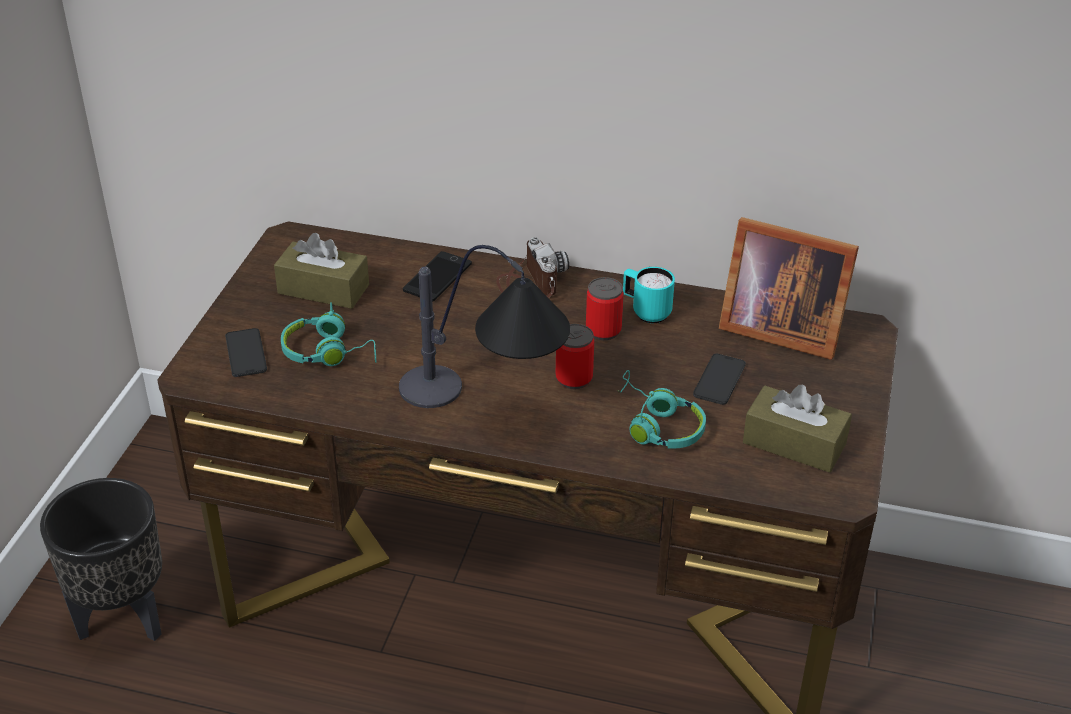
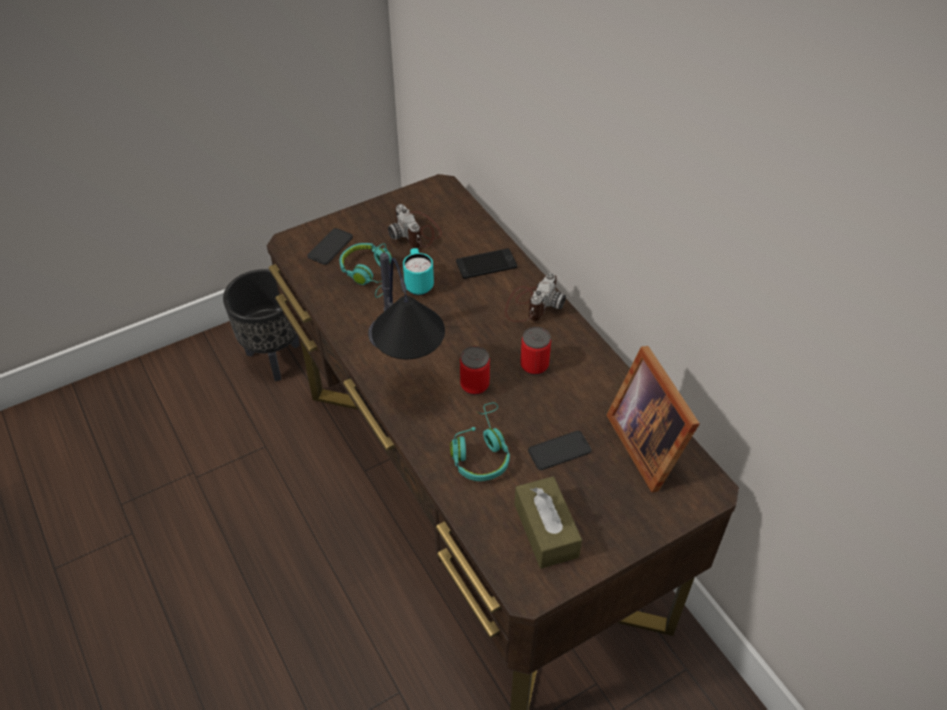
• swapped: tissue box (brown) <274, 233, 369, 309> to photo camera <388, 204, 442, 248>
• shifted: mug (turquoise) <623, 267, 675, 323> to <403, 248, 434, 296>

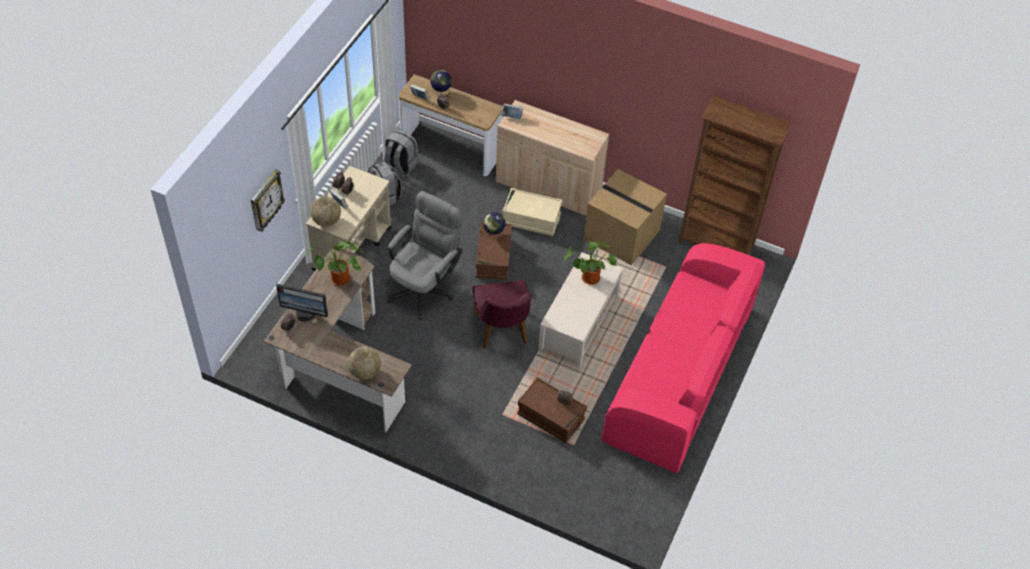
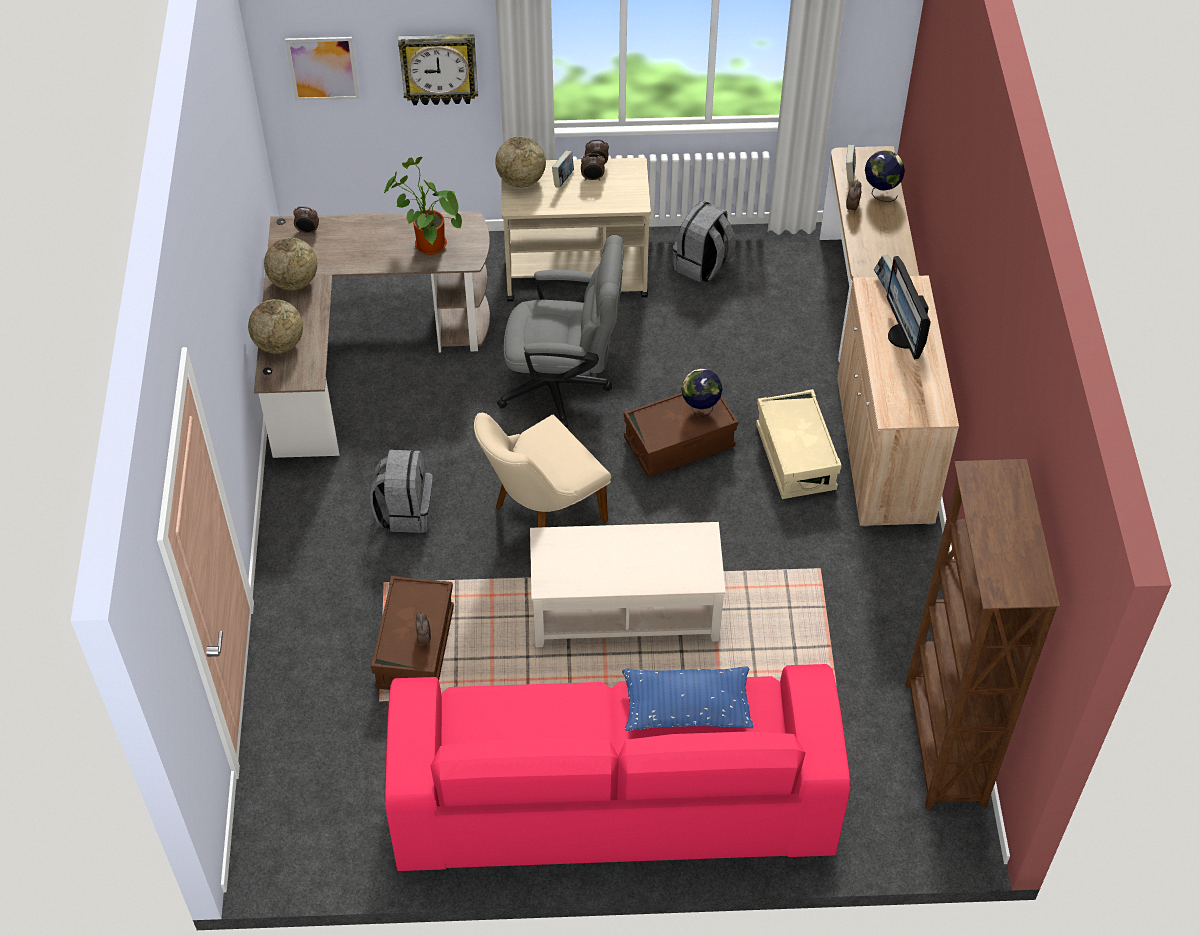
• new: globe <264, 237, 317, 290>
• new: picture <285, 37, 360, 101>
• shifted: backpack (grey) <384, 129, 418, 175> to <371, 450, 433, 533>
• repainted: chair (purple) <472, 280, 532, 349> to chair (beige) <474, 413, 611, 528>
• new: pillow (blue) <622, 666, 754, 731>
• shifted: monitor <276, 284, 328, 322> to <887, 256, 931, 360>
• gone: potted plant <564, 240, 617, 285>
• gone: cardboard box <584, 169, 667, 265>

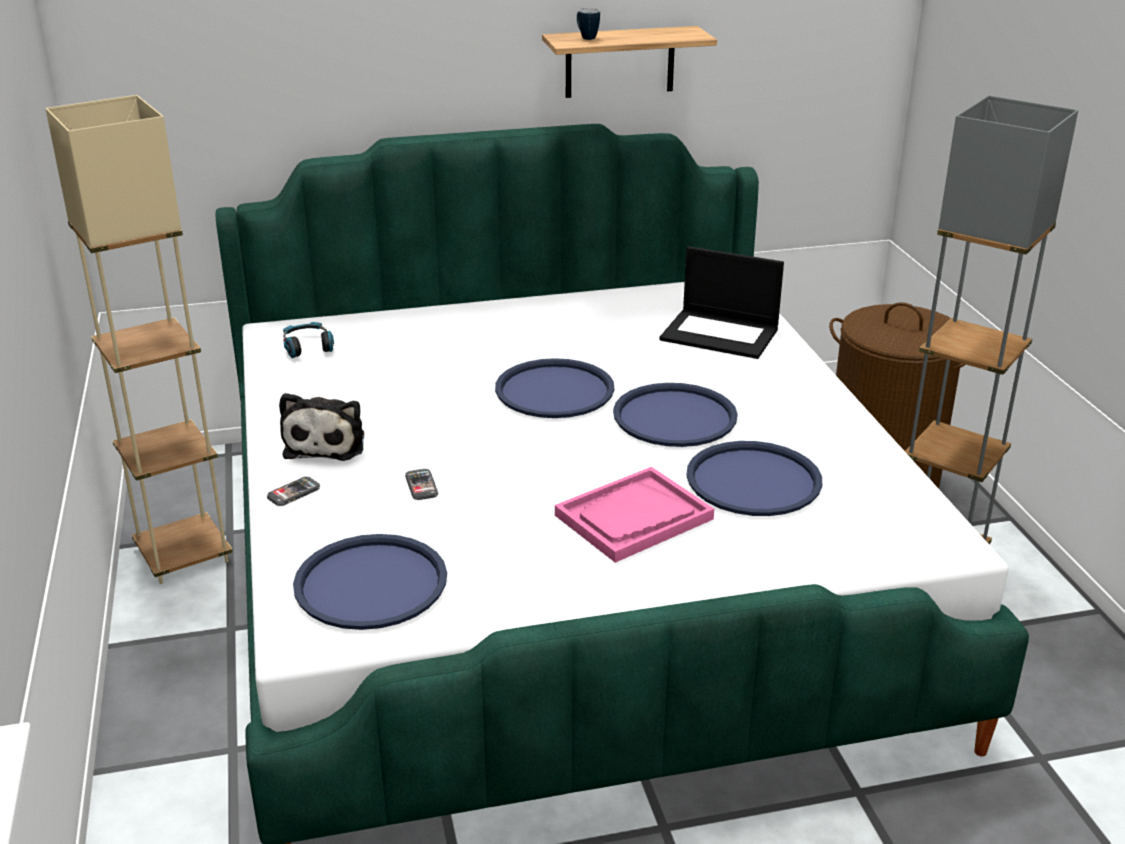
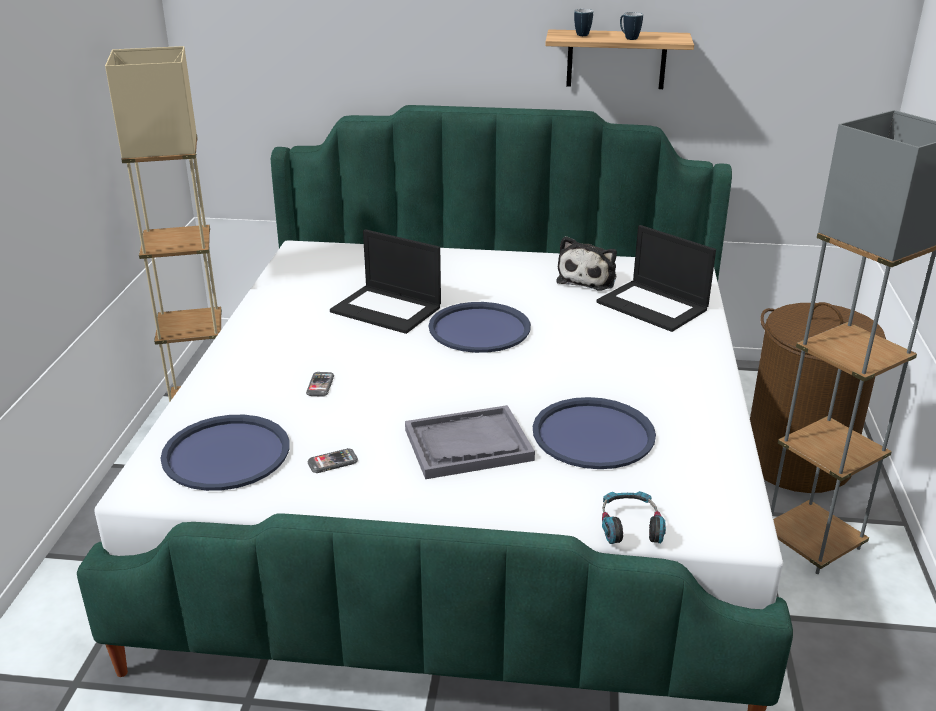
• shifted: phone <267, 477, 320, 506> to <308, 448, 358, 473>
• new: laptop <330, 229, 441, 334>
• repainted: tray (pink) <555, 467, 714, 563> to tray (grey) <405, 405, 535, 479>
• shifted: plush toy <279, 393, 364, 461> to <556, 236, 617, 290>
• shifted: headphones <283, 322, 334, 358> to <602, 491, 666, 544>
• new: mug <620, 12, 643, 40>
• gone: tray (blue) <613, 383, 738, 447>

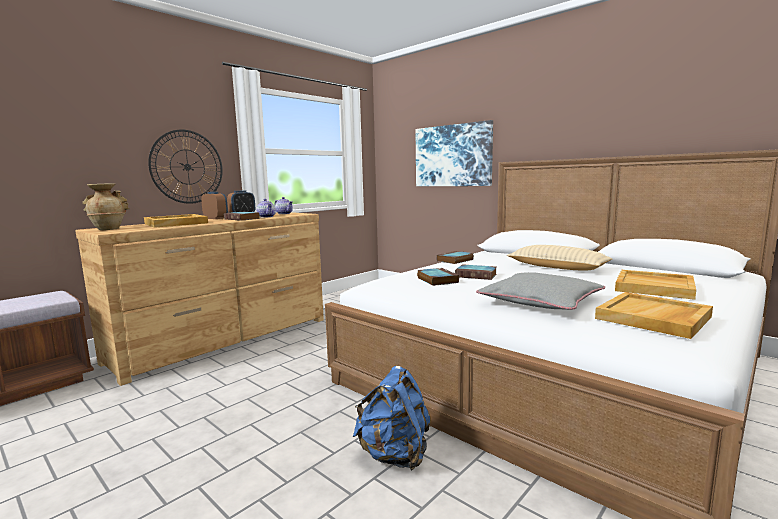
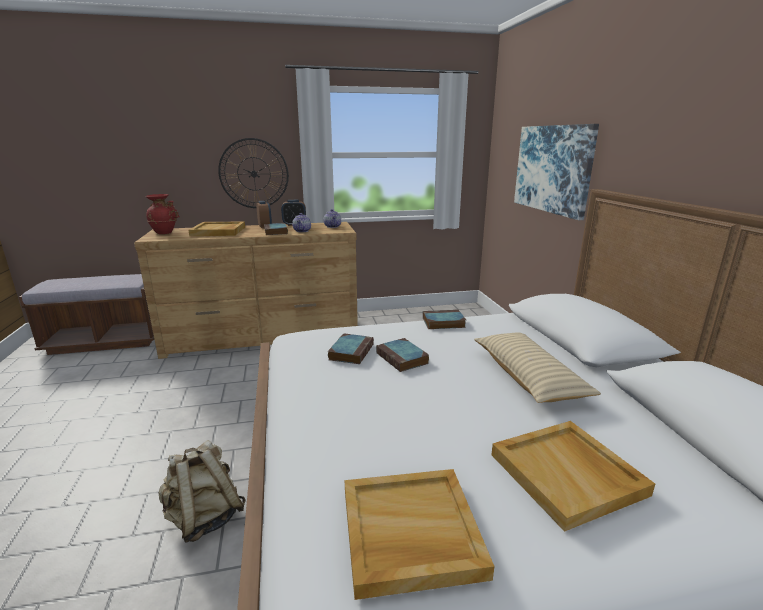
• repainted: vase (beige) <82, 183, 130, 230> to vase (red) <146, 194, 180, 234>
• repainted: backpack (blue) <353, 366, 431, 471> to backpack (beige) <159, 440, 246, 542>
• gone: pillow (grey) <476, 272, 605, 310>

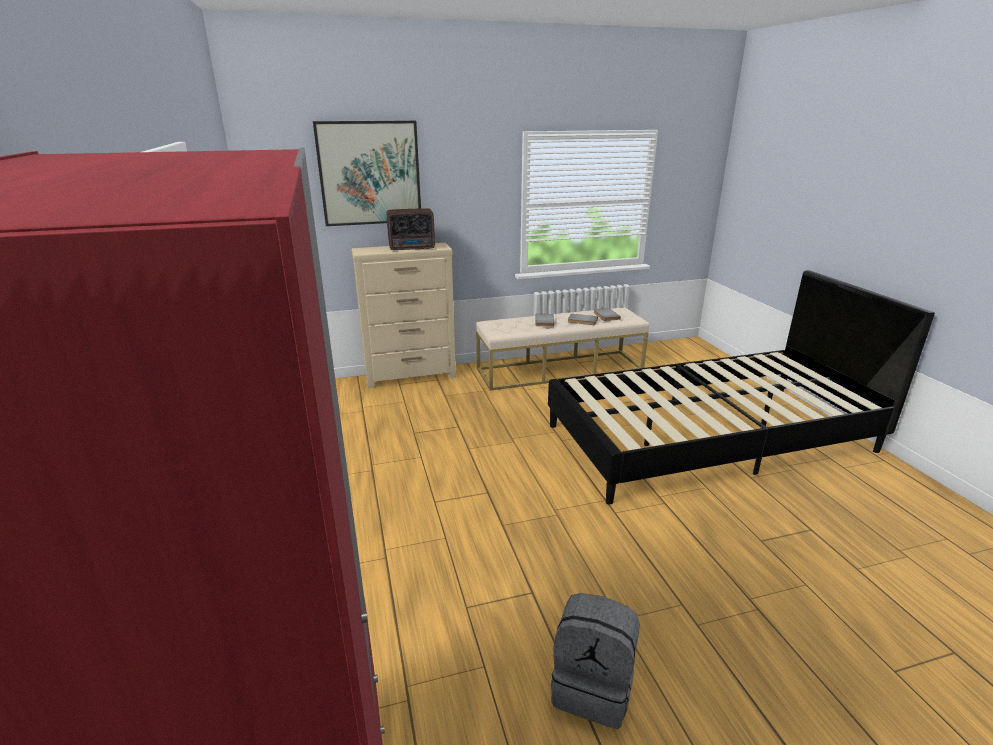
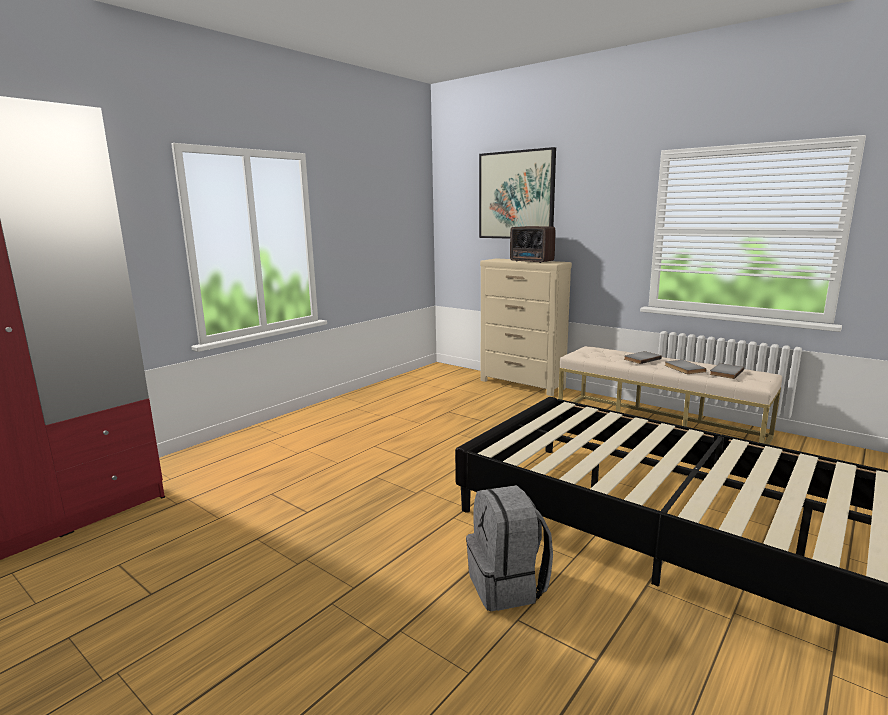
• shifted: backpack (grey) <551, 593, 640, 729> to <466, 485, 553, 611>

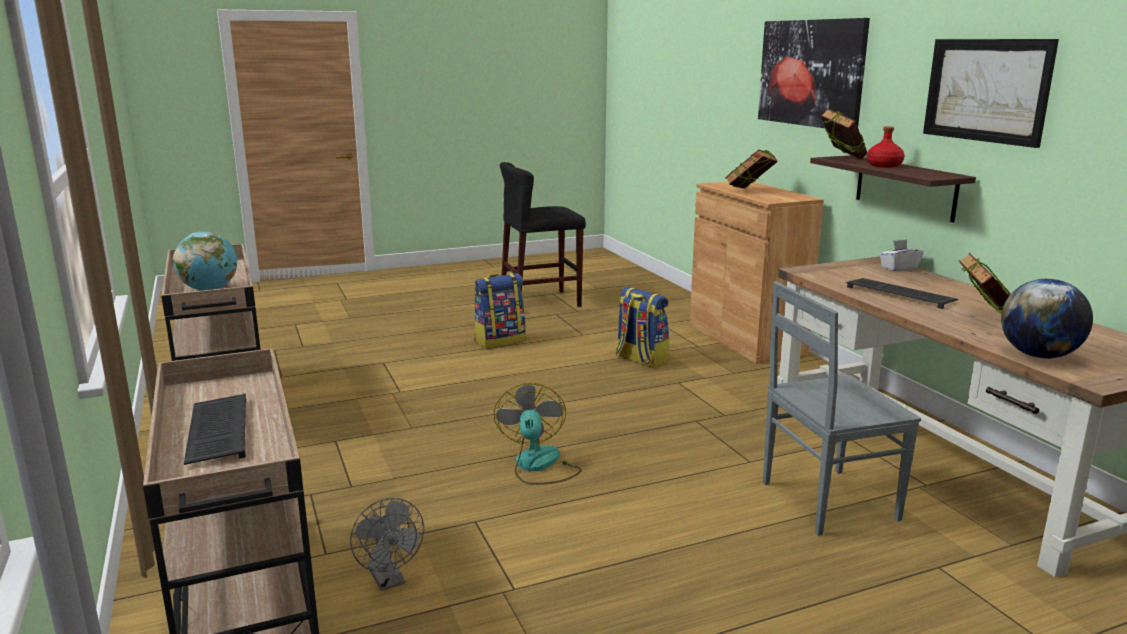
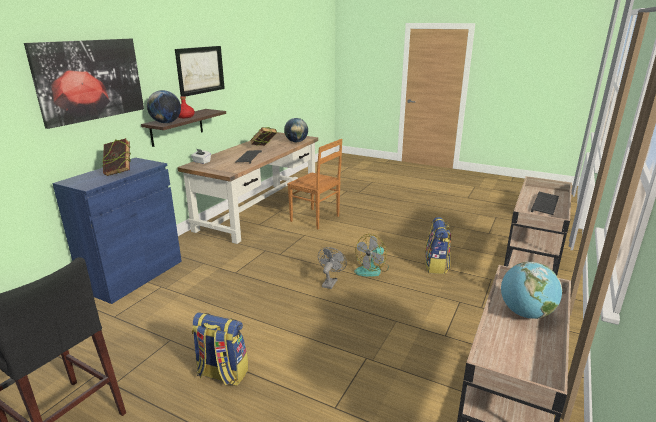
• repainted: cabinet (brown) <690, 181, 824, 364> to cabinet (blue) <52, 158, 182, 304>
• swapped: book <820, 108, 867, 160> to globe <147, 90, 181, 123>
• repainted: chair (grey) <763, 281, 921, 536> to chair (brown) <287, 139, 342, 229>
• shifted: fan (grey) <350, 498, 424, 591> to <318, 247, 347, 289>
• shifted: backpack <616, 286, 669, 368> to <425, 217, 451, 274>

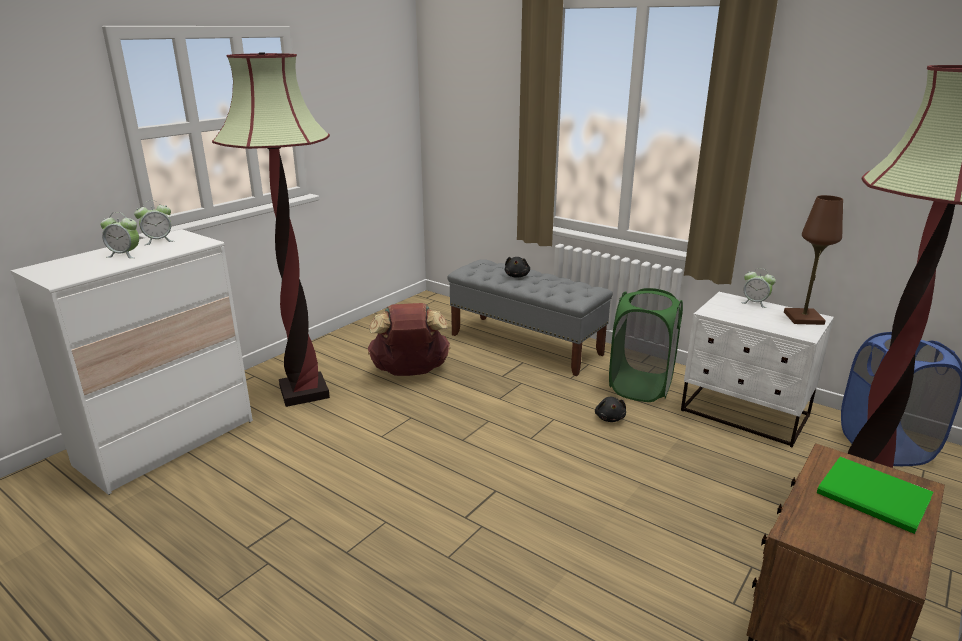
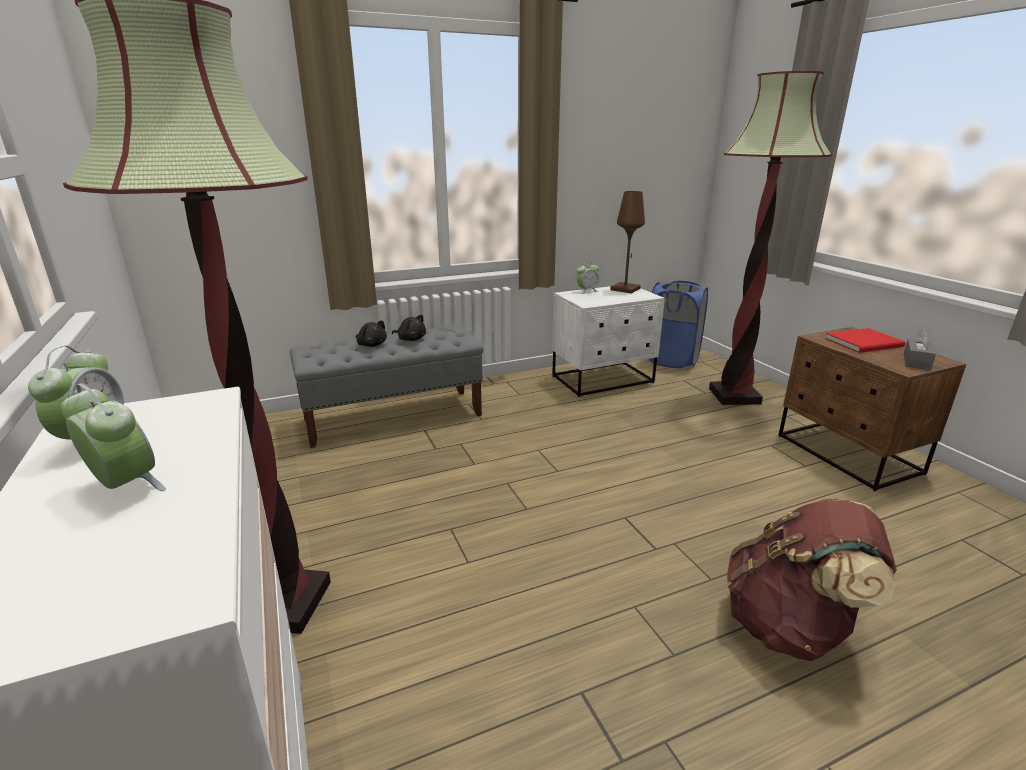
• rotated: alarm clock <100, 212, 139, 258> = <61, 383, 166, 491> 90 degrees counterclockwise
• shifted: plush toy (black) <595, 397, 626, 422> to <392, 315, 426, 341>
• shifted: backpack (brown) <368, 303, 450, 376> to <727, 499, 897, 661>
• repainted: book (green) <817, 457, 933, 534> to book (red) <825, 328, 905, 353>
• new: tissue box (grey) <904, 330, 936, 370>
• gone: laundry basket (green) <609, 288, 683, 402>

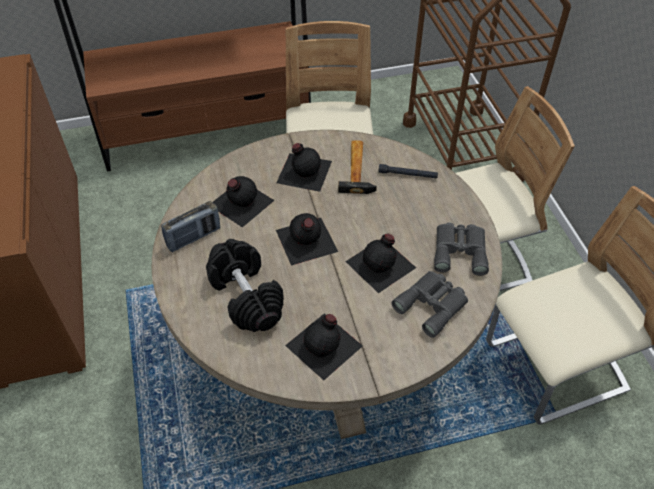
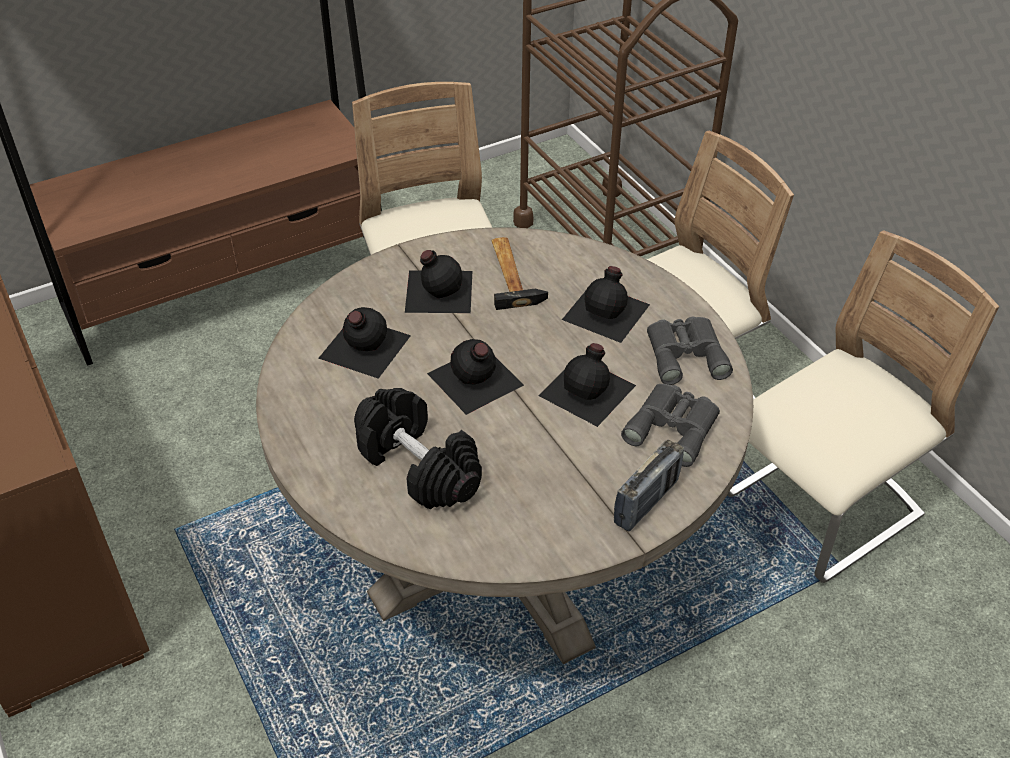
• shifted: bottle (black) <285, 313, 363, 380> to <562, 266, 650, 343>
• shifted: radio <161, 201, 220, 252> to <614, 440, 684, 531>
• gone: flashlight (black) <378, 164, 438, 178>

